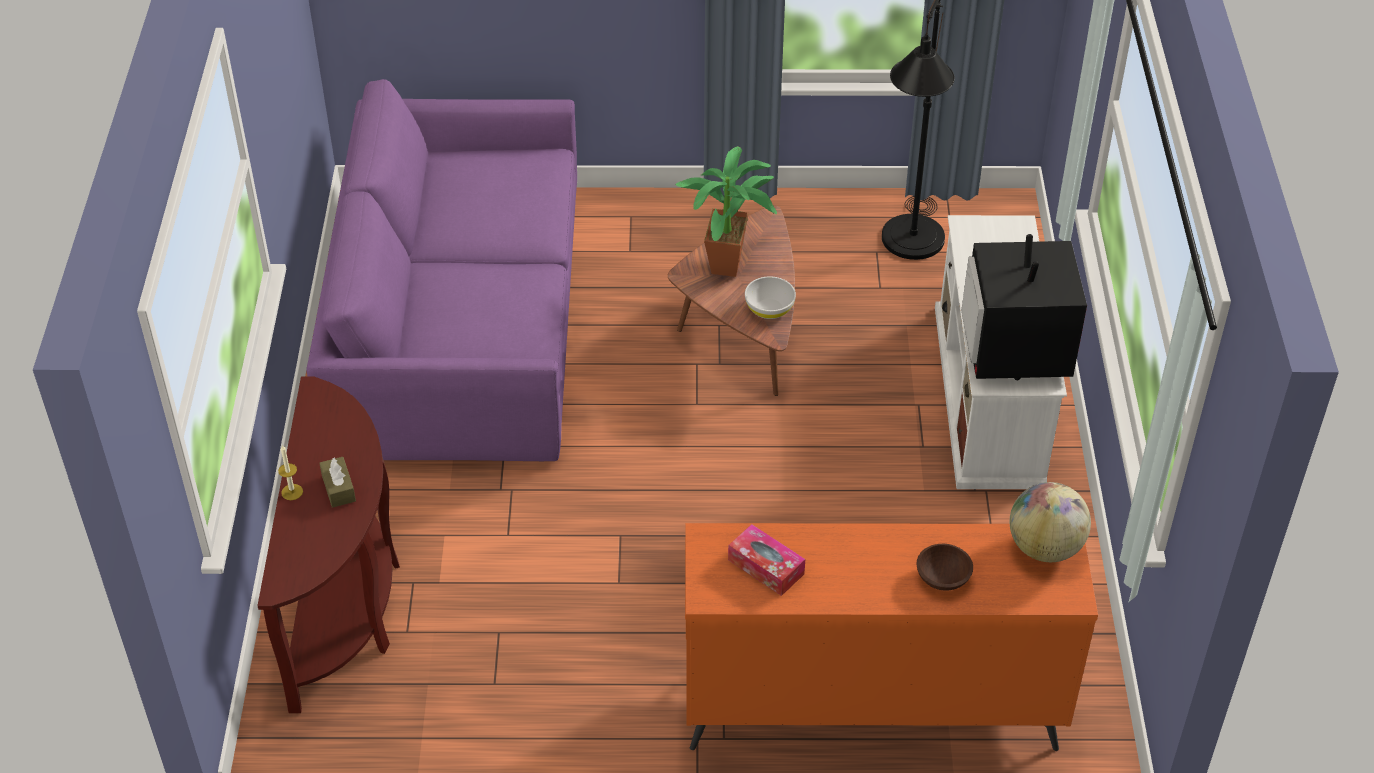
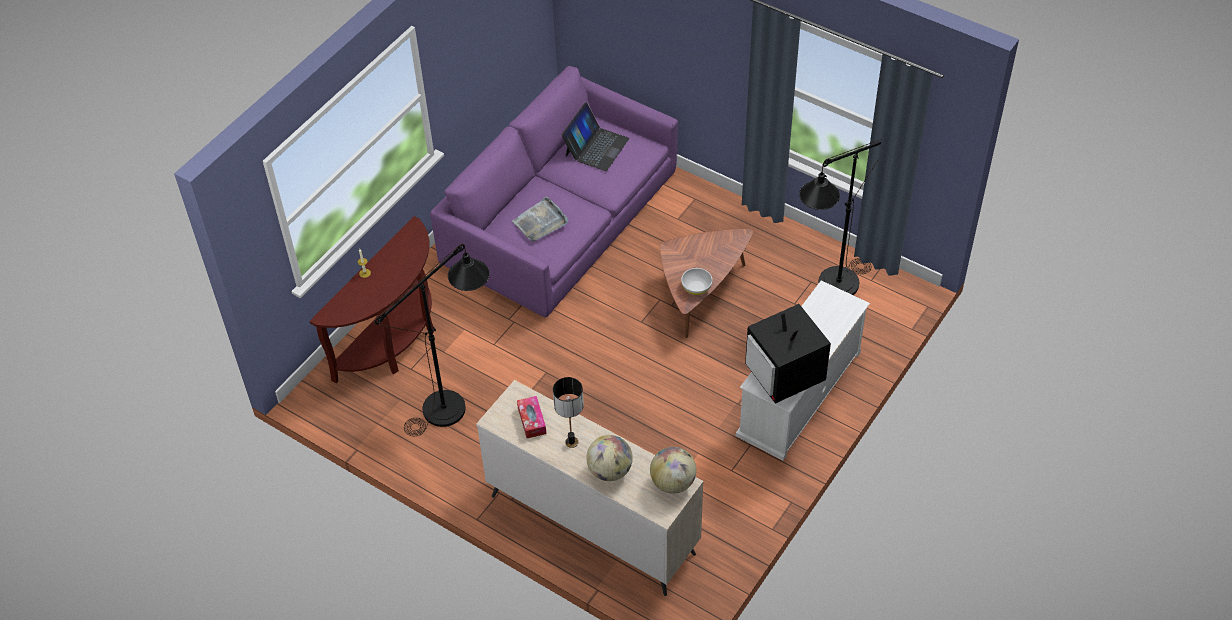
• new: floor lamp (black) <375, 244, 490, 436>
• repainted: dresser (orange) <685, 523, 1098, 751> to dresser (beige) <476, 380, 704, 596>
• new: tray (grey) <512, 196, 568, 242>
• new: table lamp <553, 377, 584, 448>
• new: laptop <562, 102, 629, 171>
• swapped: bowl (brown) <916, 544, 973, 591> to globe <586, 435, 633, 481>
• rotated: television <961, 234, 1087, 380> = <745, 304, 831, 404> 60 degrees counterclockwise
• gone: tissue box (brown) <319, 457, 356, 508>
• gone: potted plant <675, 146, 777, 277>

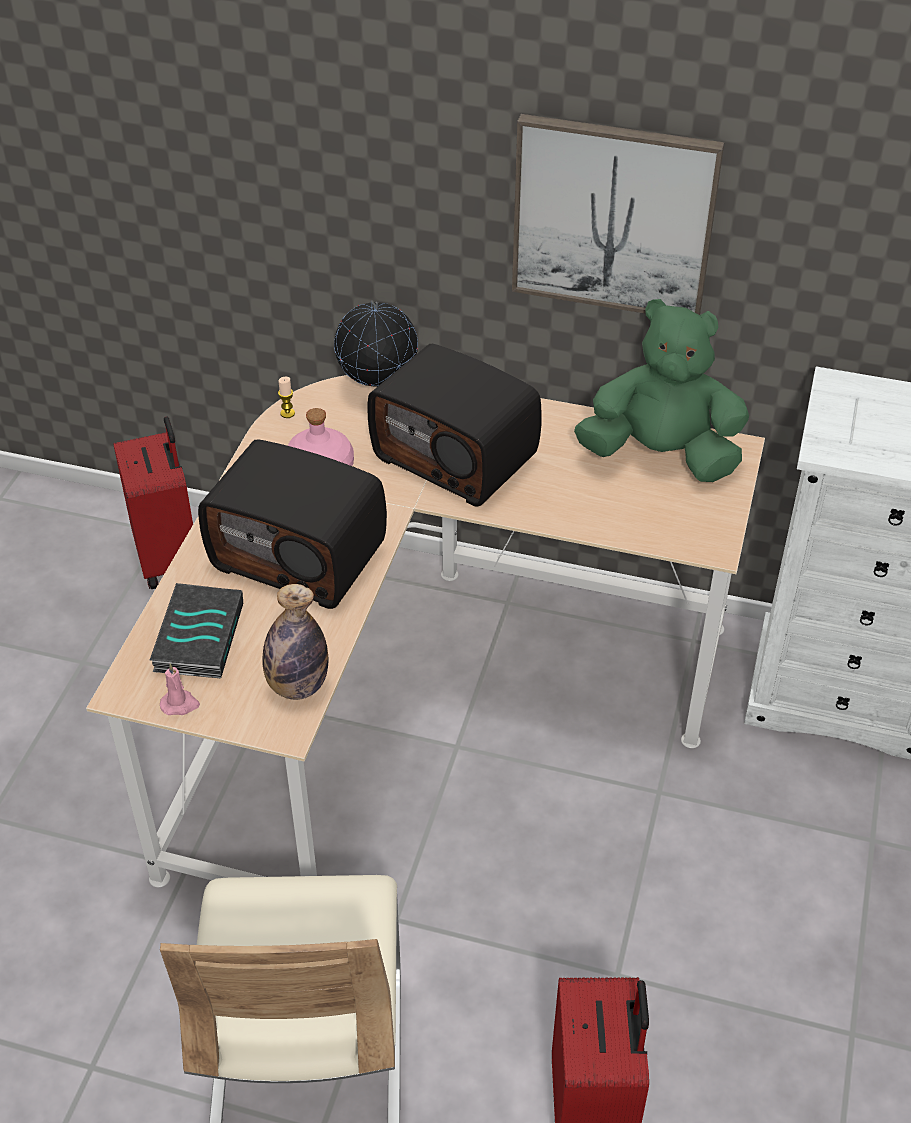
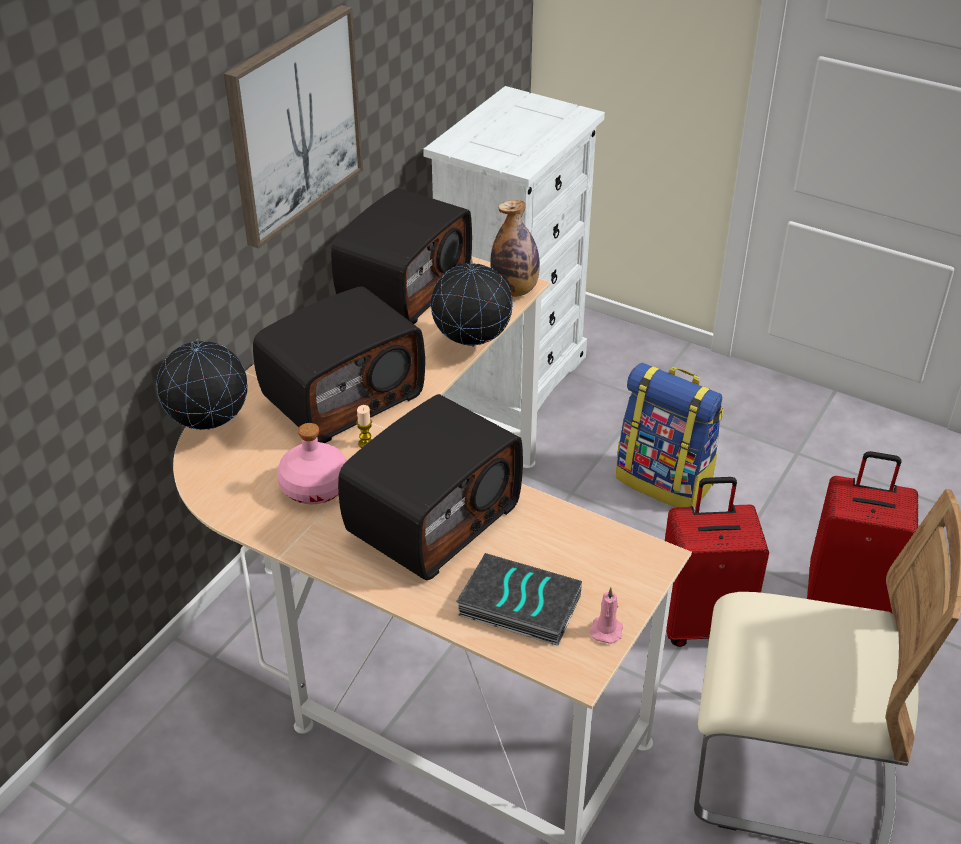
• swapped: plush toy (green) <574, 299, 749, 482> to radio <331, 188, 472, 324>
• shifted: candle <278, 376, 295, 418> to <356, 405, 372, 448>
• new: globe <431, 260, 513, 347>
• shifted: bottle <262, 584, 328, 700> to <490, 200, 540, 297>
• new: backpack <616, 363, 724, 508>
• shifted: suitcase (red) <113, 417, 193, 589> to <665, 477, 769, 647>

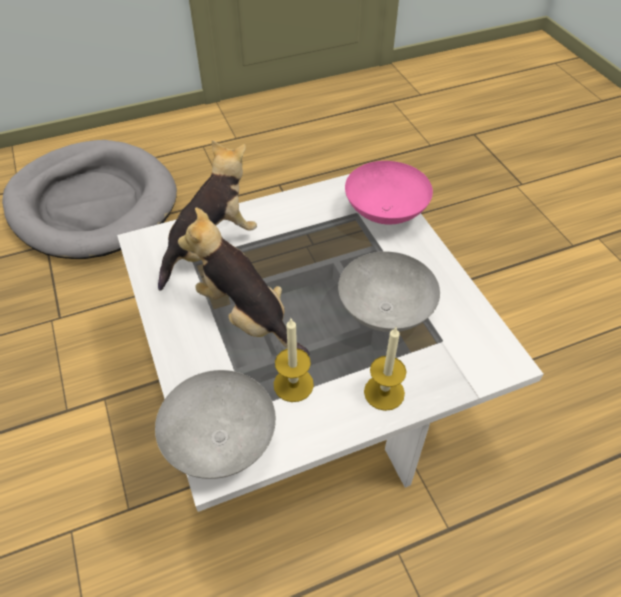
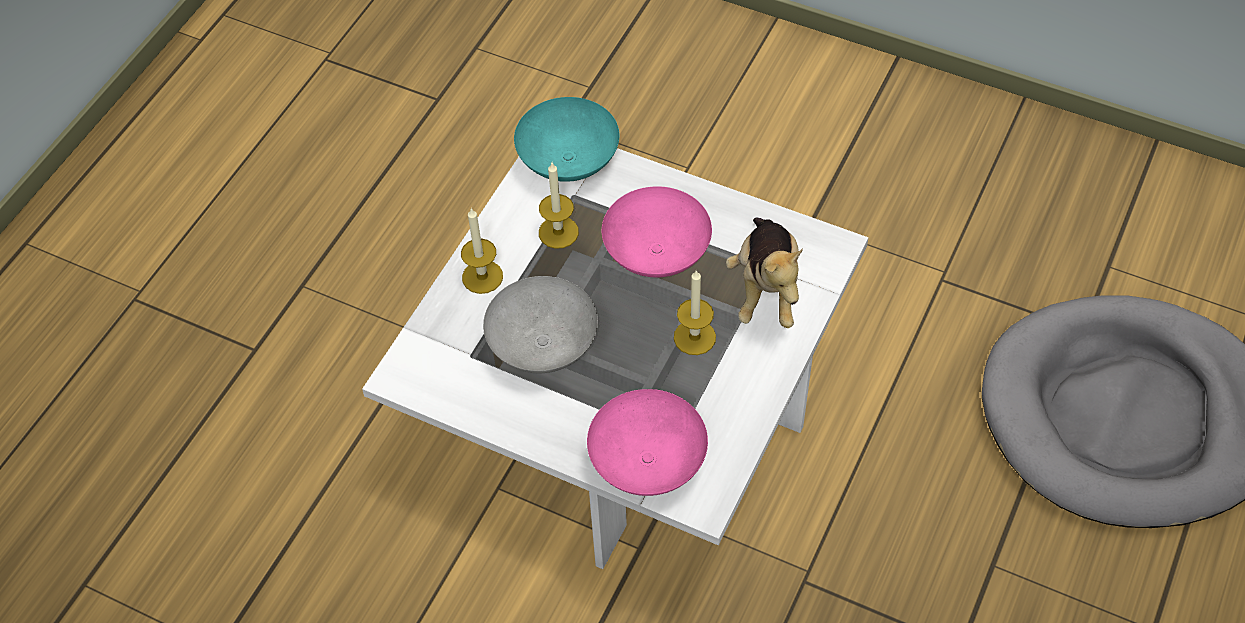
• repainted: bowl (grey) <155, 370, 276, 479> to bowl (turquoise) <514, 97, 620, 182>
• swapped: plush toy <178, 208, 310, 356> to bowl (pink) <602, 186, 712, 278>
• new: candle <674, 269, 716, 355>

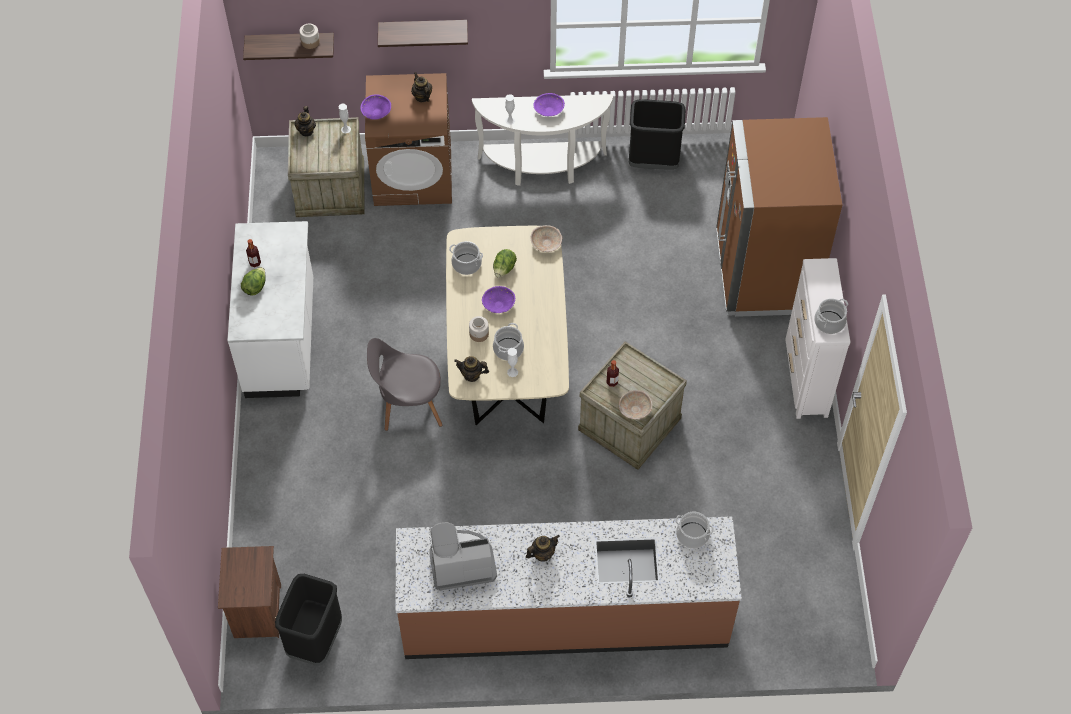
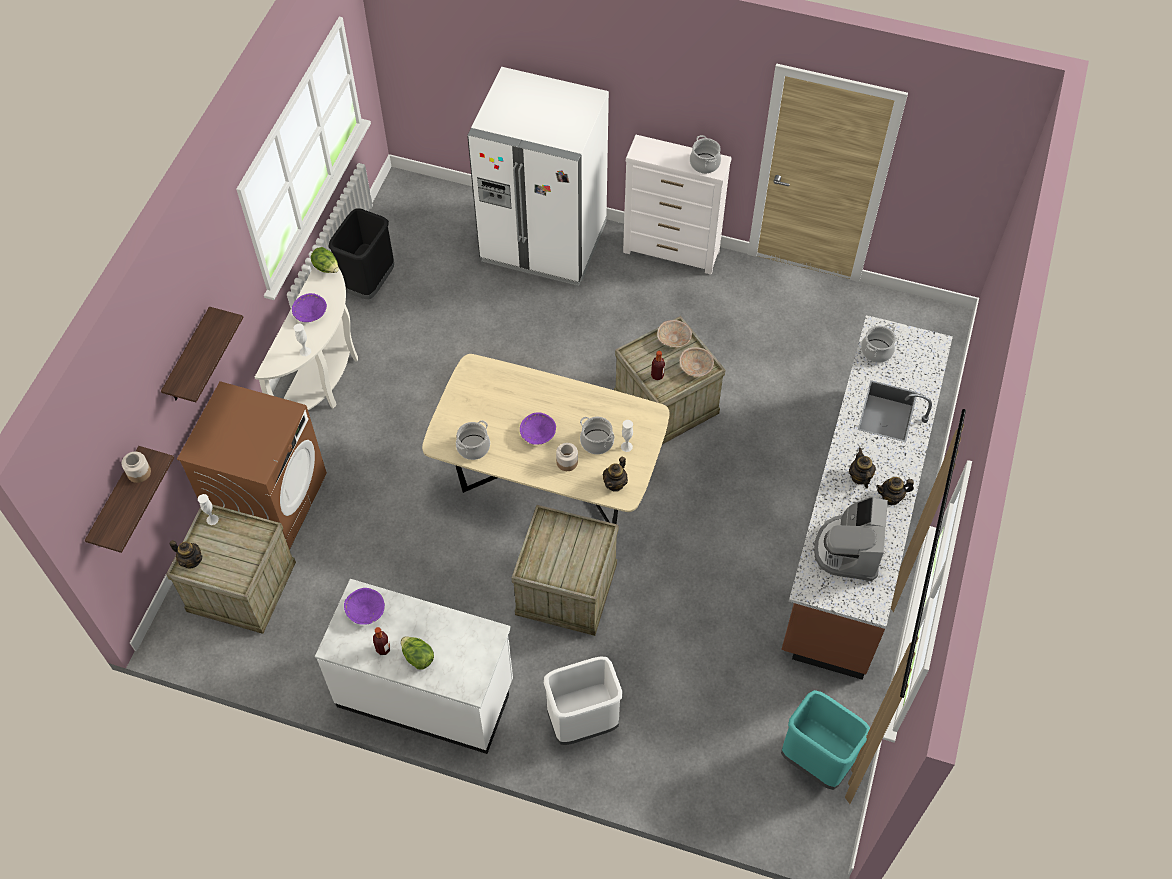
• shifted: lettuce <493, 249, 517, 278> to <311, 247, 339, 273>
• shifted: bowl (purple) <360, 94, 391, 120> to <344, 588, 385, 625>
• repainted: fridge (brown) <716, 117, 842, 317> to fridge (white) <467, 67, 609, 286>
• swapped: chair (grey) <367, 338, 443, 431> to crate <512, 505, 619, 636>
• new: trash can (white) <544, 656, 623, 745>
• shifted: bowl (beige) <531, 225, 562, 252> to <657, 320, 692, 347>
• repainted: trash can (black) <275, 574, 342, 666> to trash can (turquoise) <781, 690, 870, 790>
• shifted: teapot <411, 72, 432, 102> to <876, 477, 914, 505>
• gone: nightstand (brown) <218, 546, 281, 638>

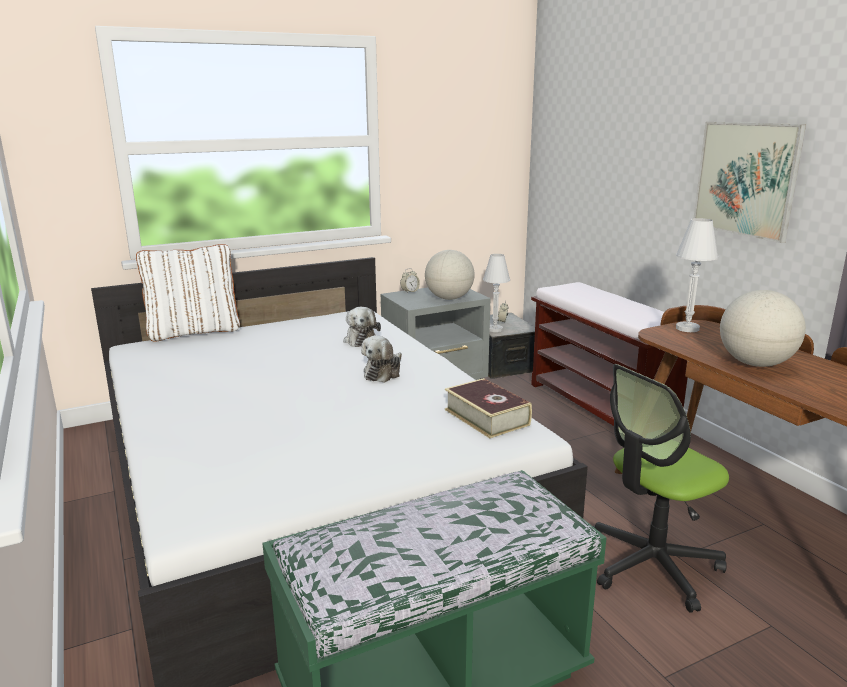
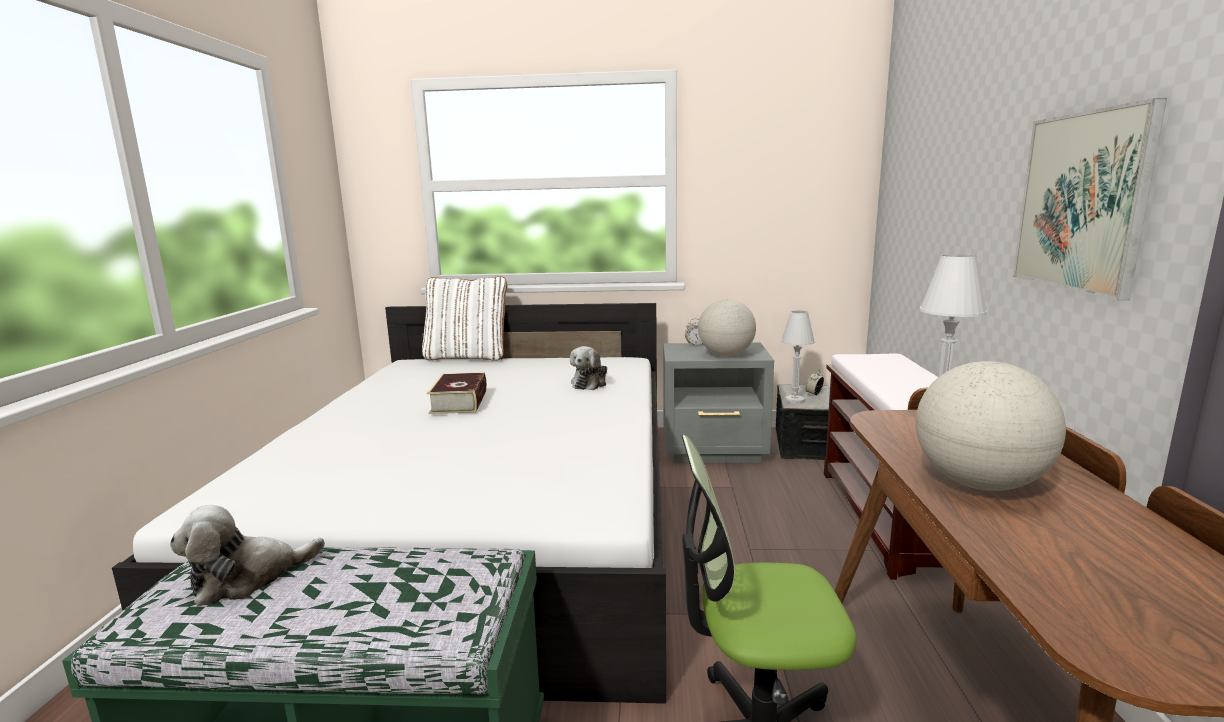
• shifted: plush toy <361, 335, 402, 383> to <170, 505, 325, 607>
• shifted: book <445, 378, 532, 438> to <427, 372, 487, 414>

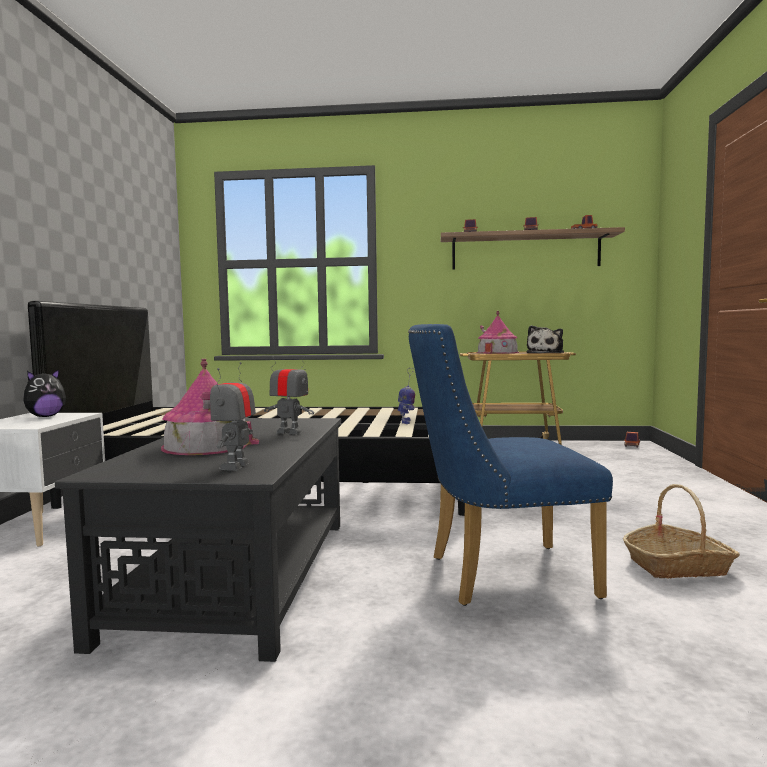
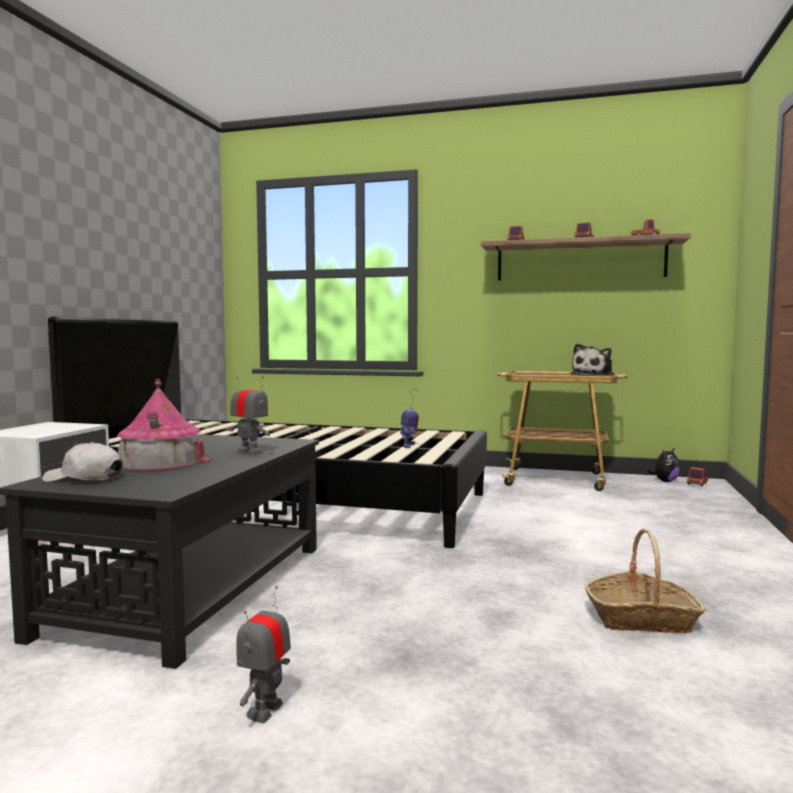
• new: cap (white) <42, 442, 123, 482>
• shifted: toy robot <210, 362, 256, 471> to <236, 586, 291, 723>
• shifted: plush toy <23, 369, 66, 417> to <647, 449, 680, 482>
• gone: chair (blue) <408, 324, 613, 606>
• gone: toy house <477, 311, 519, 354>

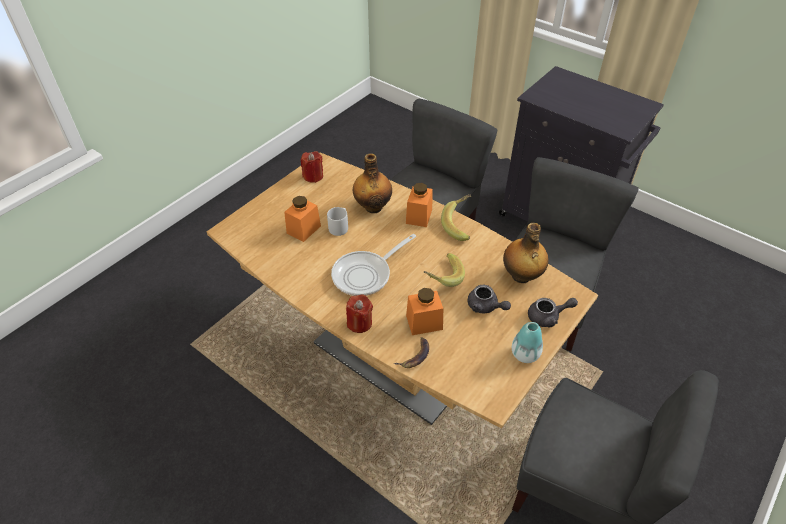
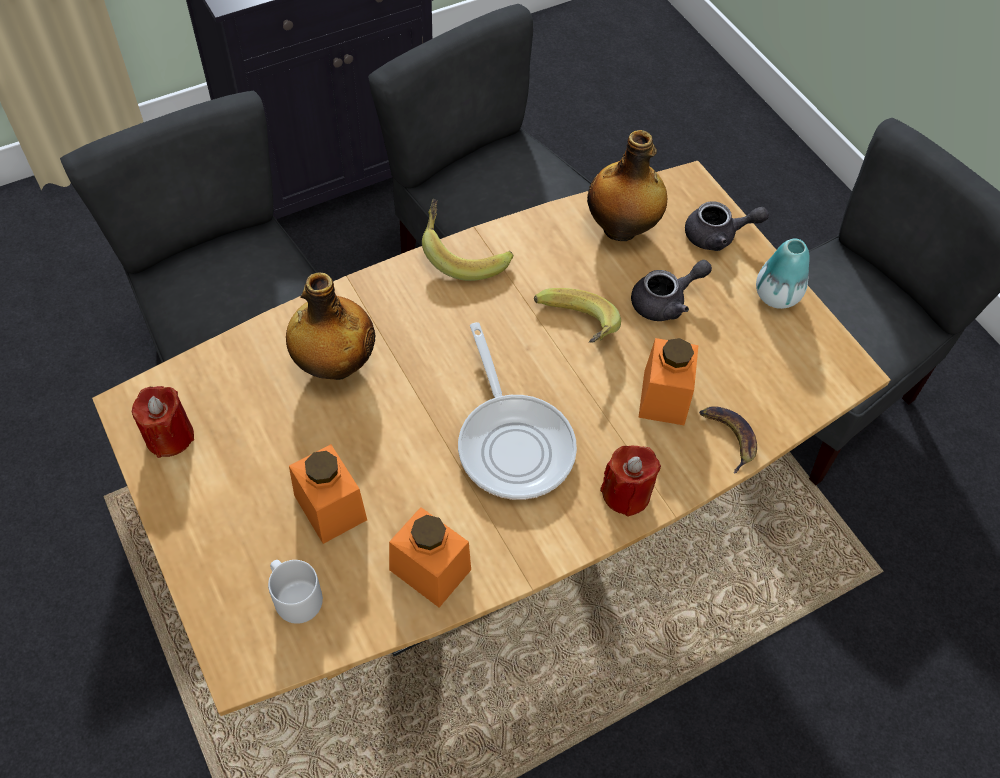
• shifted: mug (grey) <327, 207, 348, 236> to <268, 560, 323, 624>
• shifted: jar (orange) <406, 183, 433, 227> to <389, 507, 471, 608>
• rotated: teapot (grey) <528, 298, 578, 327> = <685, 201, 769, 251> 75 degrees clockwise

